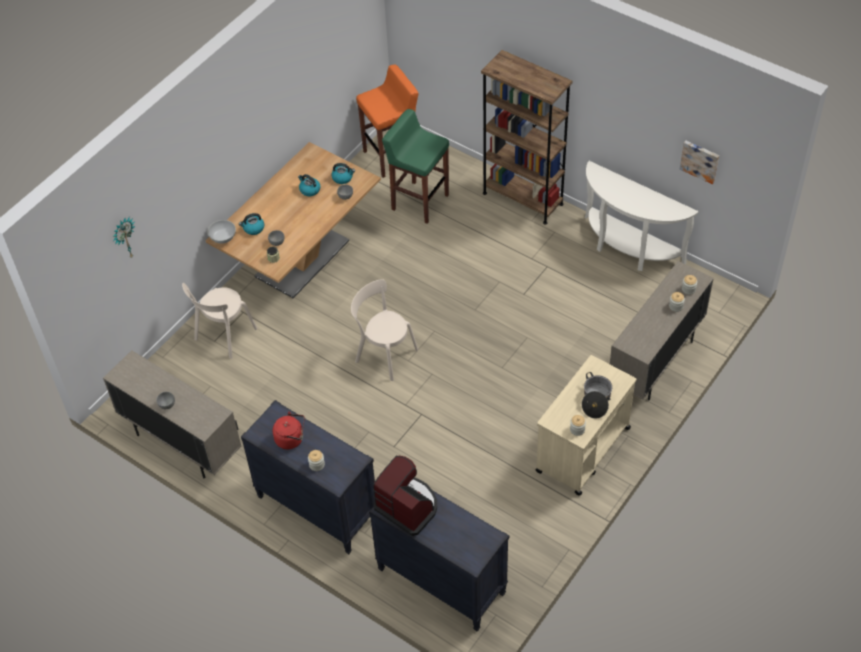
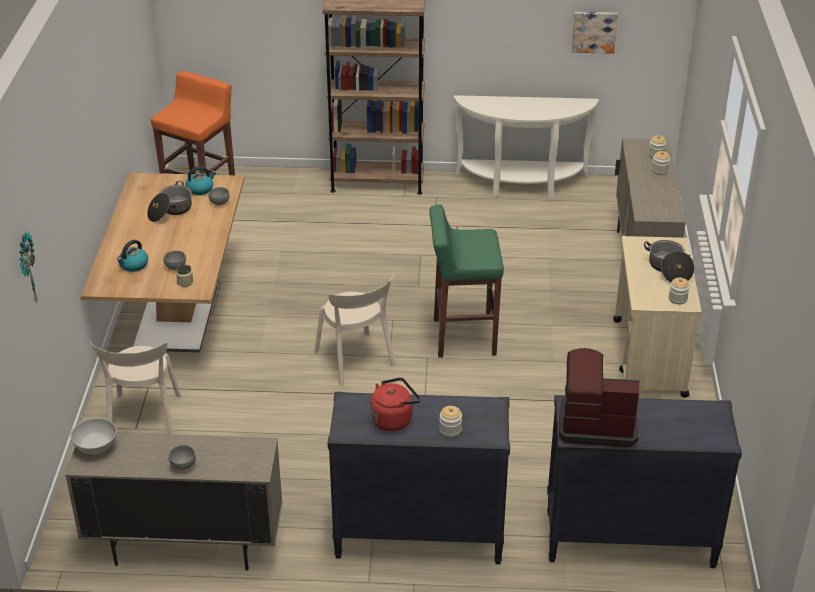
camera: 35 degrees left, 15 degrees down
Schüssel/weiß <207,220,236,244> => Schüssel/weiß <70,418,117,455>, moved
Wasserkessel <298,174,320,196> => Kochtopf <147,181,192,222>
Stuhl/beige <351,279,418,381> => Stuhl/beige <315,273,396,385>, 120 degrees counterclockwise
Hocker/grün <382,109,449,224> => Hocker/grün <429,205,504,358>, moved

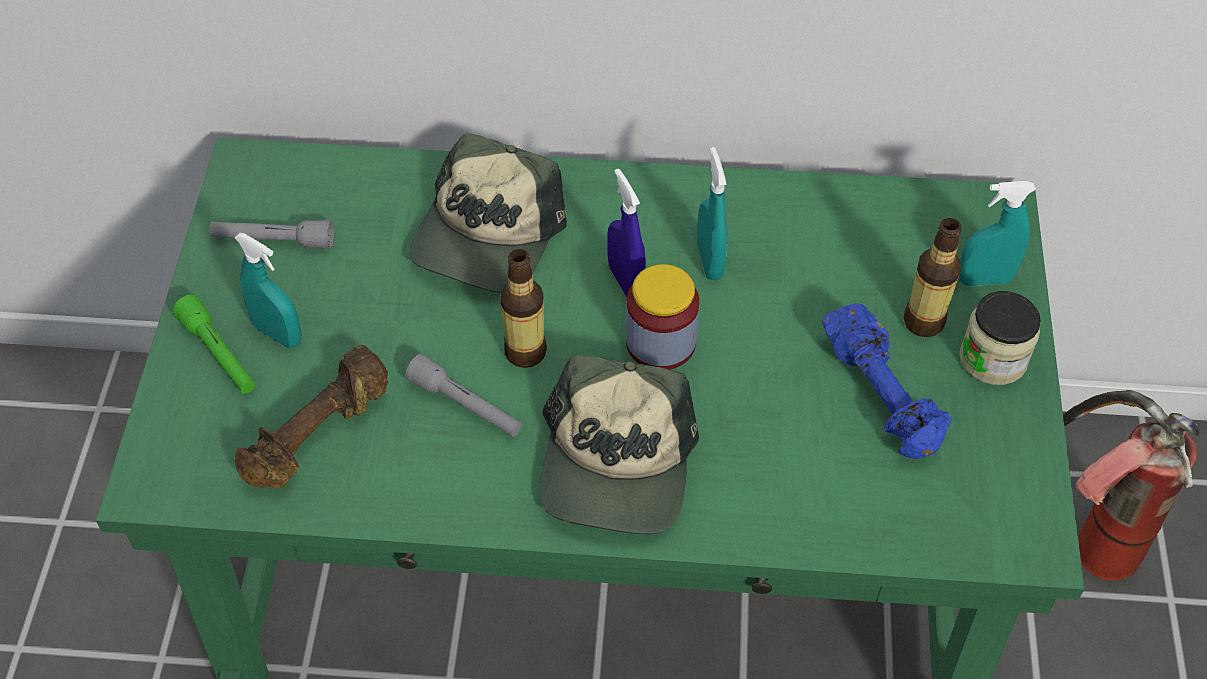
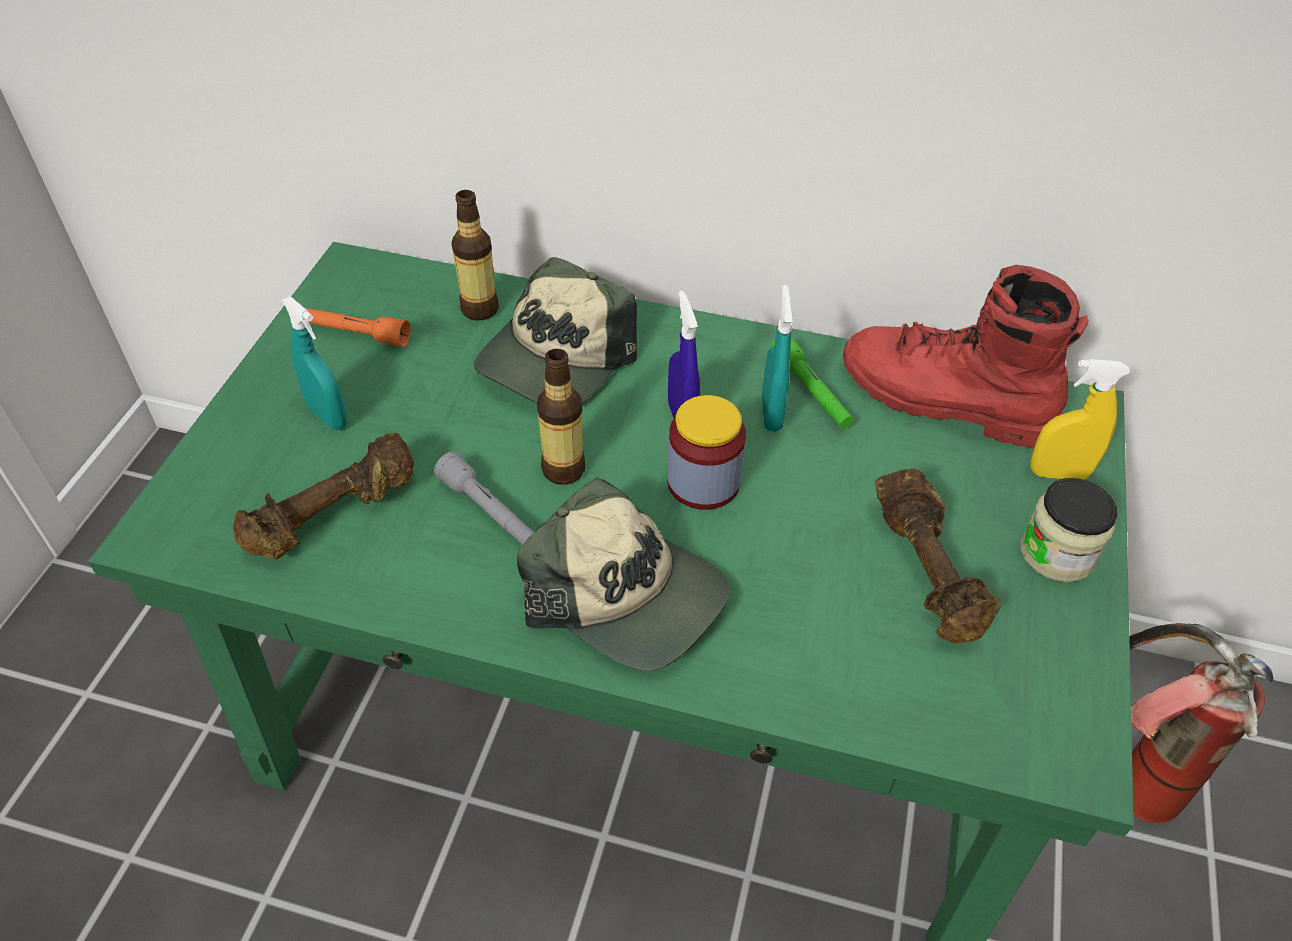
camera: 10 degrees right, 5 degrees down
Taschenlampe/grün <172,295,255,394> => Taschenlampe/grün <769,336,854,429>, moved
Taschenlampe/grau <209,220,334,249> => Taschenlampe/orange <305,308,411,348>
Kappe <540,355,699,535> => Kappe <517,477,731,671>, 75 degrees counterclockwise
Hantel/blau <822,303,952,459> => Hantel/braun <875,469,1002,644>
Flasche <903,218,962,337> => Flasche <452,190,499,320>, moved
Sprühflasche/türkis <959,181,1036,286> => Sprühflasche/gelb <1030,359,1130,480>
nothing => Stiefel/rot <843,265,1089,448>

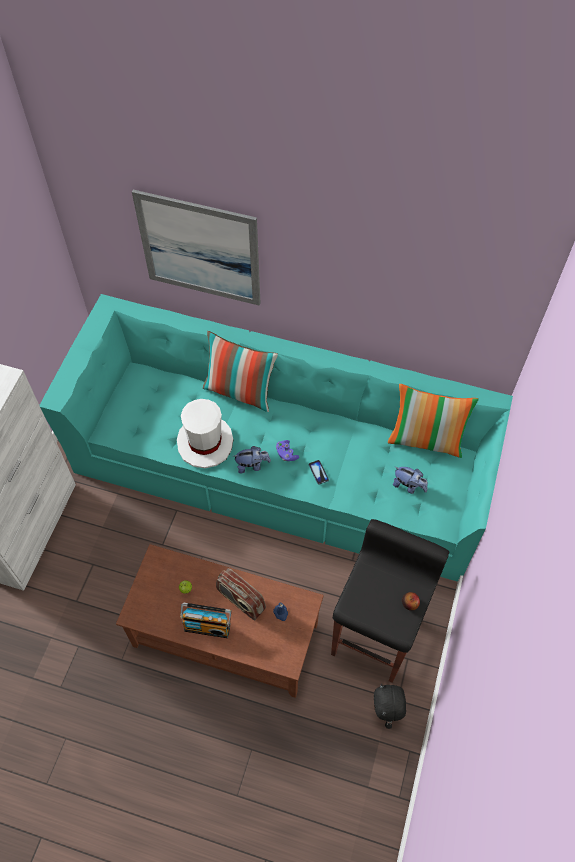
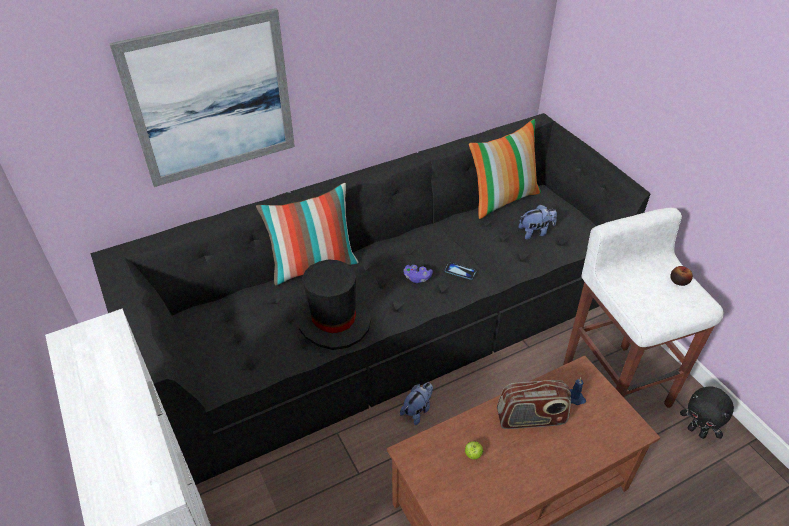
camera: 45 degrees left, 15 degrees down
Sofa/türkis <39,294,513,582> => Sofa/schwarz <90,113,650,485>
Hut/weiß <177,399,233,468> => Hut/schwarz <297,259,371,350>
Radio <180,603,231,638> => nothing
Plüschtier <233,446,271,474> => Plüschtier <400,382,433,425>, moved
Hocker/schwarz <331,519,449,683> => Hocker/weiß <563,208,724,408>

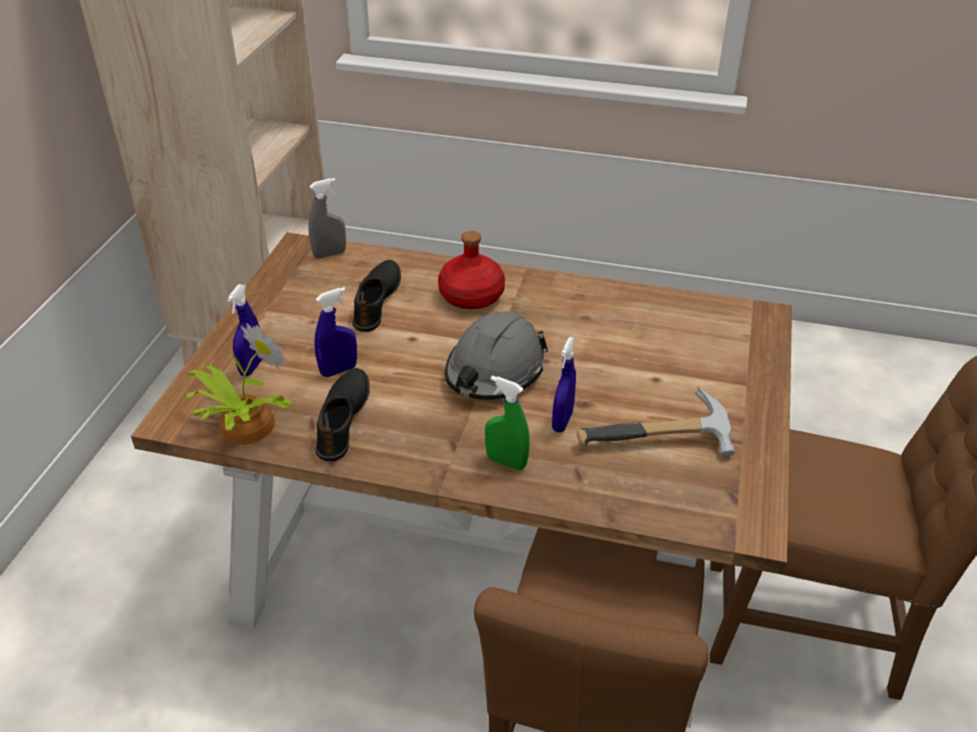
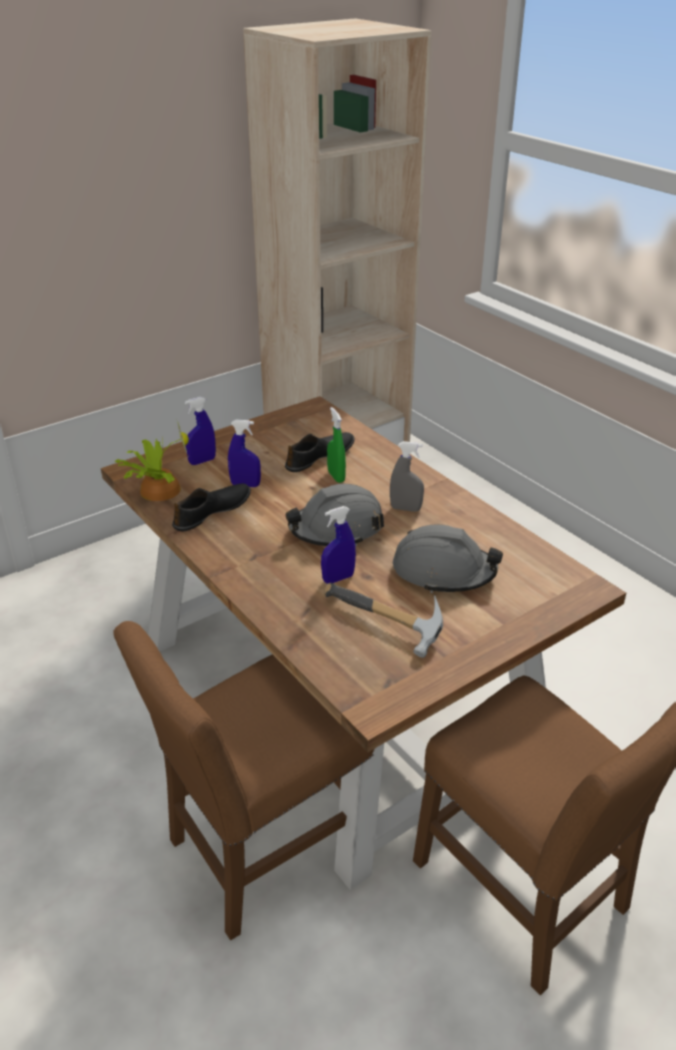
camera: 40 degrees right, 5 degrees down
Sprühflasche/grau <308,178,346,259> => Sprühflasche/grau <390,441,424,512>, moved
Flasche/rot <438,231,505,309> => nothing
Sprühflasche/grün <485,376,530,470> => Sprühflasche/grün <327,407,346,483>, moved
nothing => Schutzhelm/grau <393,525,503,593>

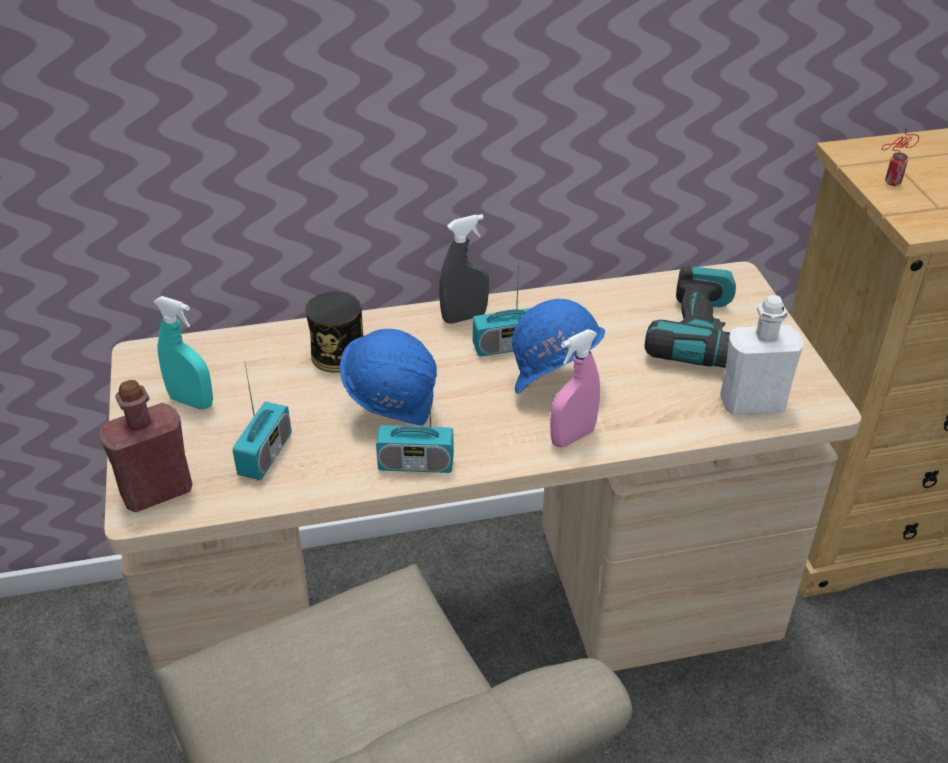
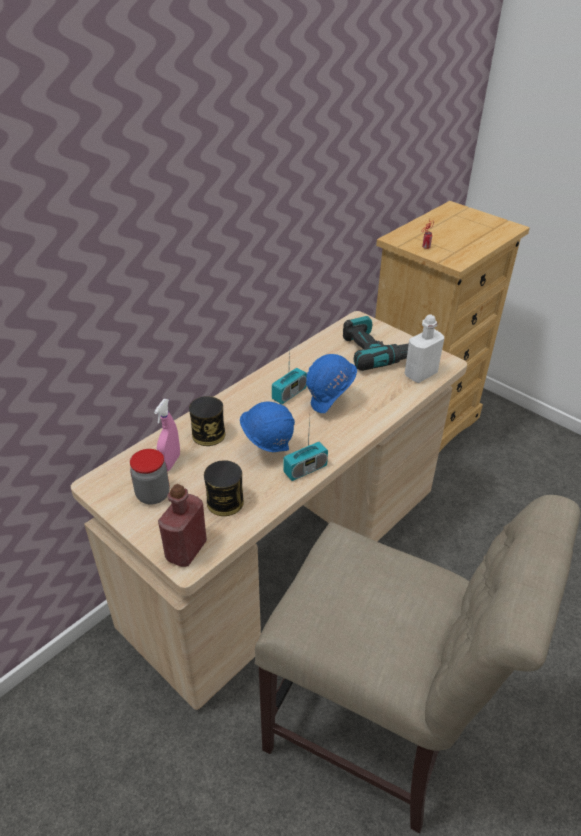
camera: 35 degrees left, 0 degrees up
Sprühflasche/türkis <154,296,213,410> => Vorratsglas <130,449,170,505>
Radio <233,359,292,480> => Dose <204,460,244,516>
Sprühflasche/grau <439,214,489,324> => nothing
Sprühflasche/rosa <550,329,600,447> => Sprühflasche/rosa <154,399,180,471>, moved

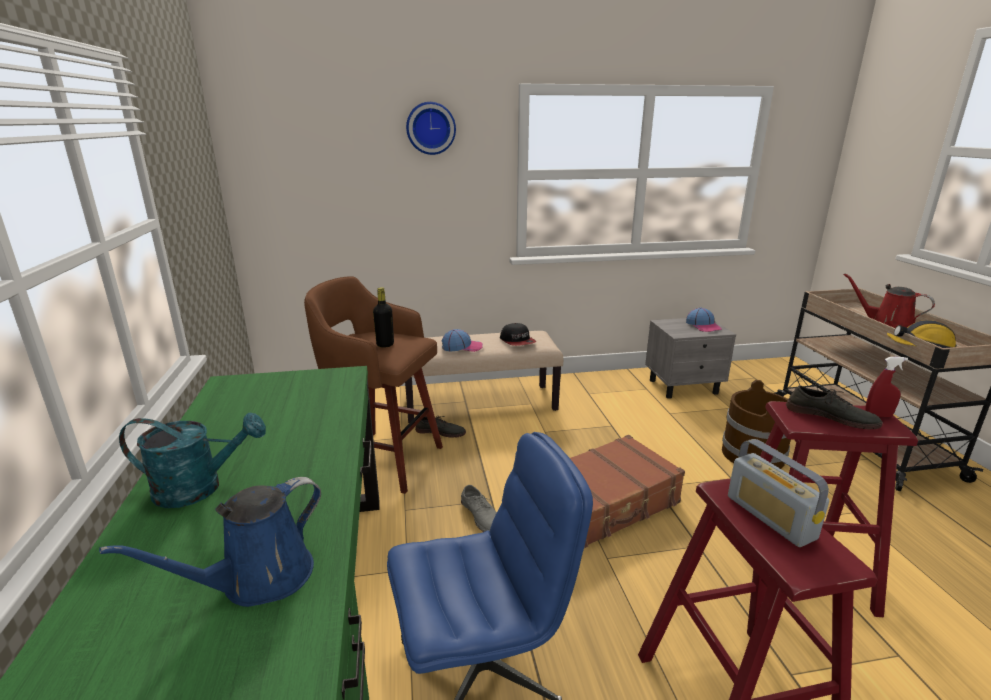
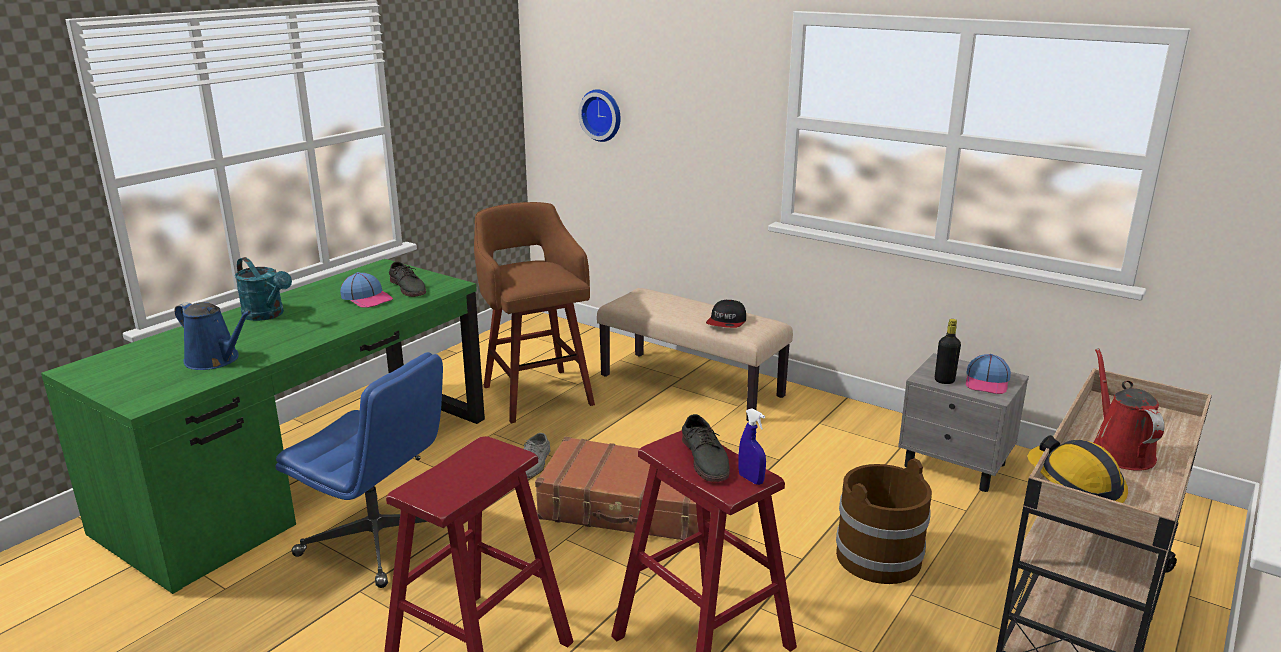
camera: 45 degrees right, 0 degrees up
Gießkanne/blau <99,477,321,607> => Gießkanne/blau <174,302,251,370>, 150 degrees counterclockwise
Flasche/schwarz <373,287,394,348> => Flasche/schwarz <935,319,961,384>, moved
Wanduhr <406,102,456,155> => Wanduhr <578,89,621,142>, moved
Schuh/grau <415,416,466,438> => Schuh/grau <389,261,426,297>, moved
Kappe <442,329,483,352> => Kappe <340,272,393,308>, moved
Radio <728,439,829,547> => nothing
Sprühflasche/rot <865,357,908,417> => Sprühflasche/blau <738,408,766,485>

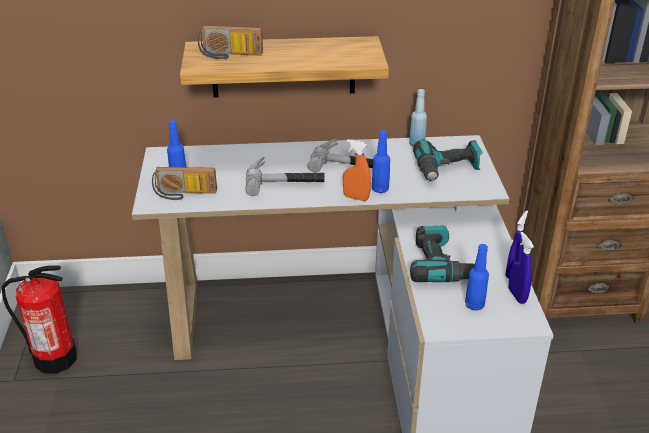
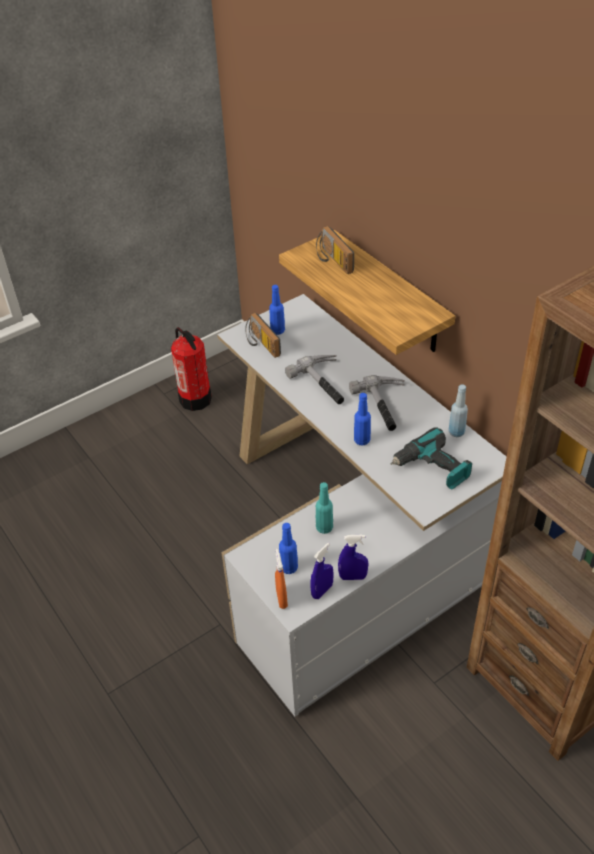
camera: 60 degrees right, 10 degrees up
Sprühflasche/orange <343,139,371,201> => Sprühflasche/orange <275,549,288,609>, moved
Bohrmaschine <410,226,475,282> => Flasche/türkis <316,482,333,534>

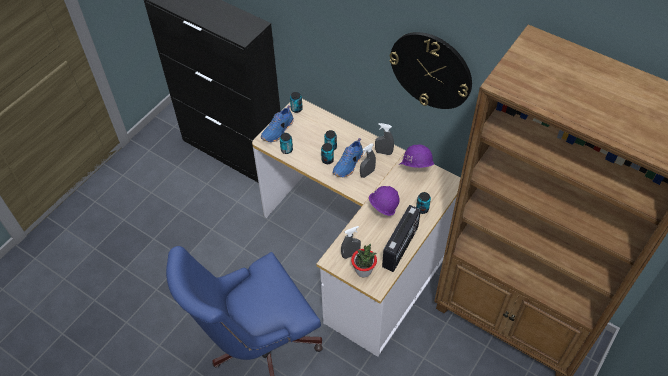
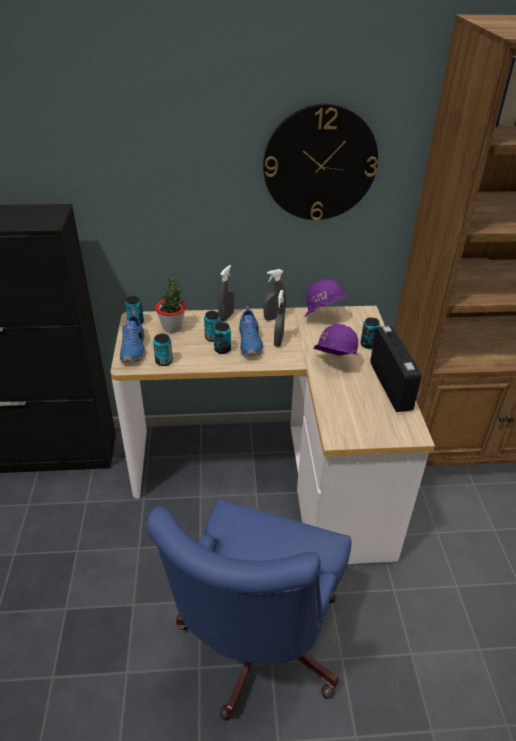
camera: 40 degrees left, 15 degrees down
Sprühflasche/grau <341,226,361,259> => Sprühflasche/grau <218,265,234,322>, moved
Topfpflanze <351,244,377,278> => Topfpflanze <155,277,186,333>, moved

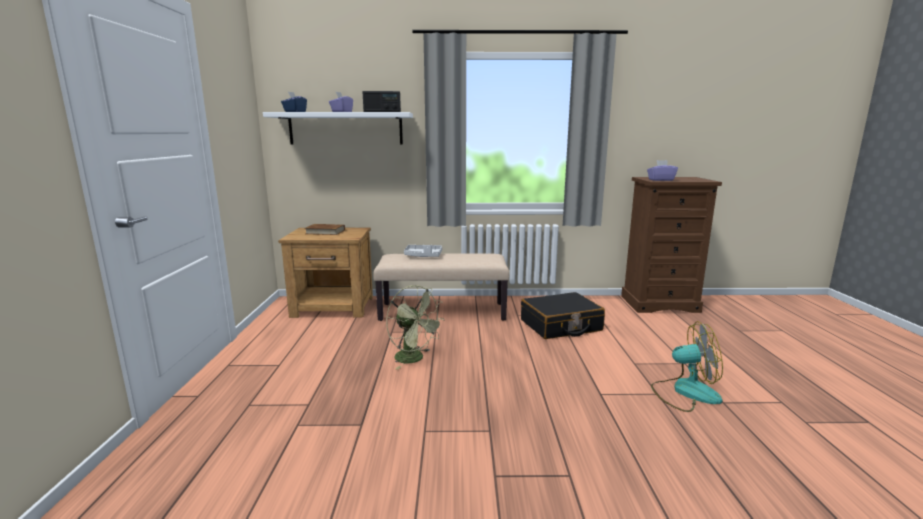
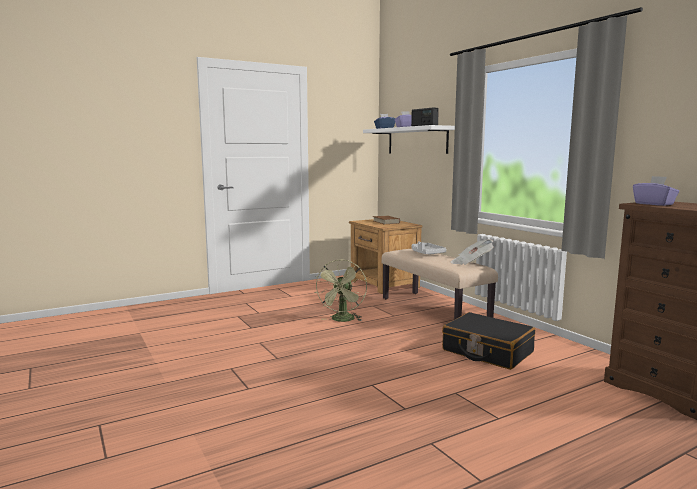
camera: 60 degrees right, 5 degrees down
Ventilator <651,321,723,412> => nothing
nothing => Zeitung <450,239,494,265>

